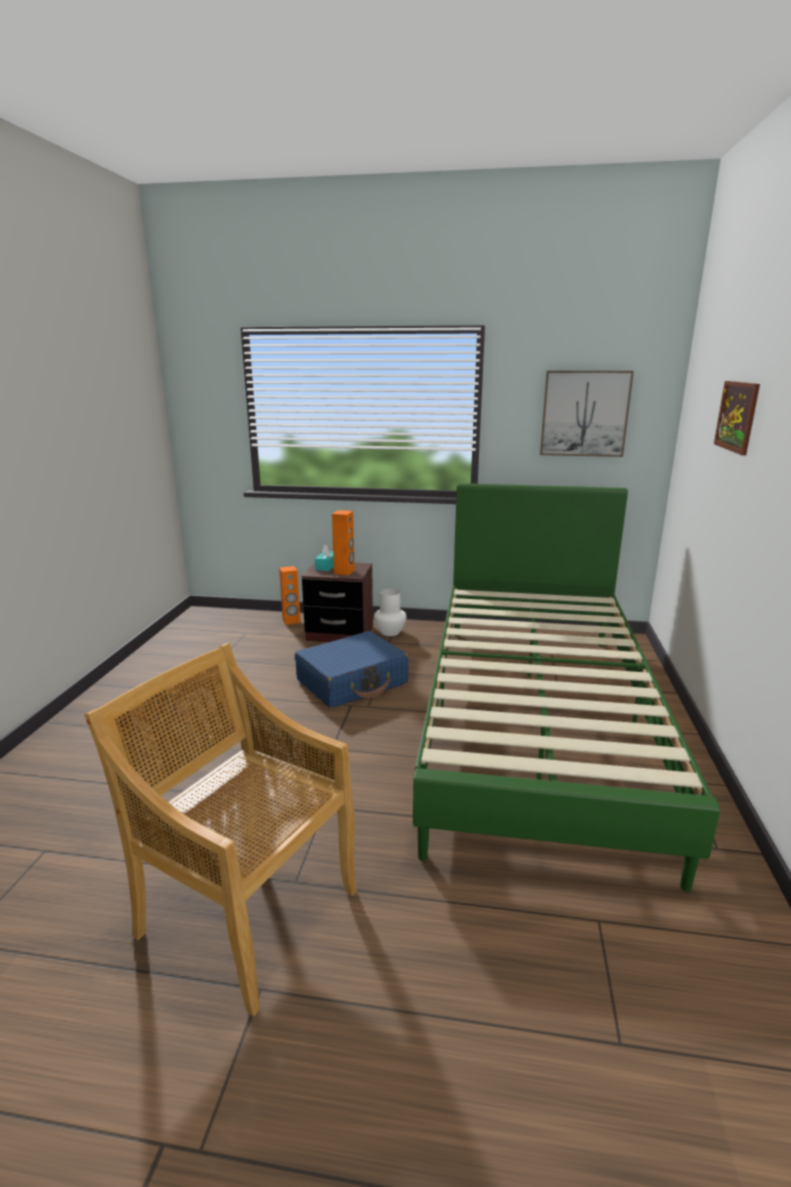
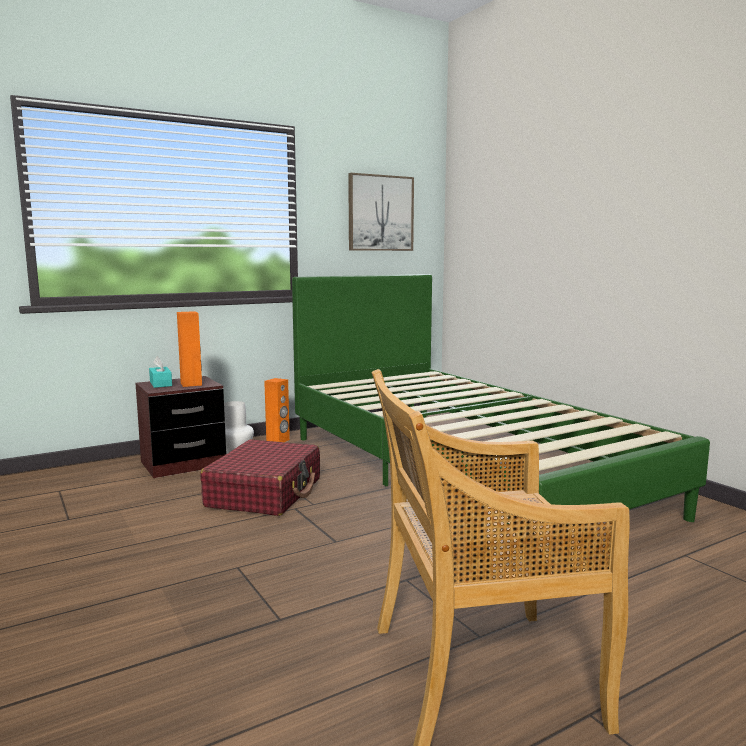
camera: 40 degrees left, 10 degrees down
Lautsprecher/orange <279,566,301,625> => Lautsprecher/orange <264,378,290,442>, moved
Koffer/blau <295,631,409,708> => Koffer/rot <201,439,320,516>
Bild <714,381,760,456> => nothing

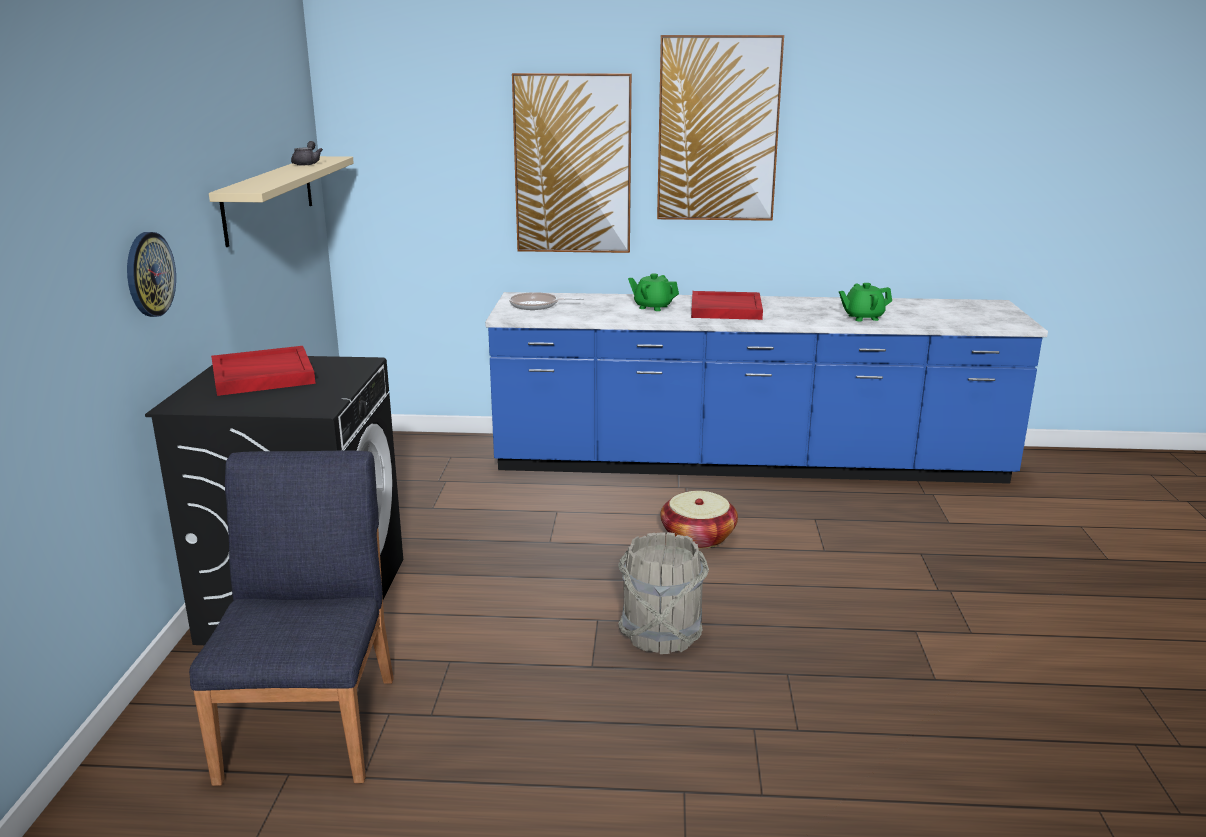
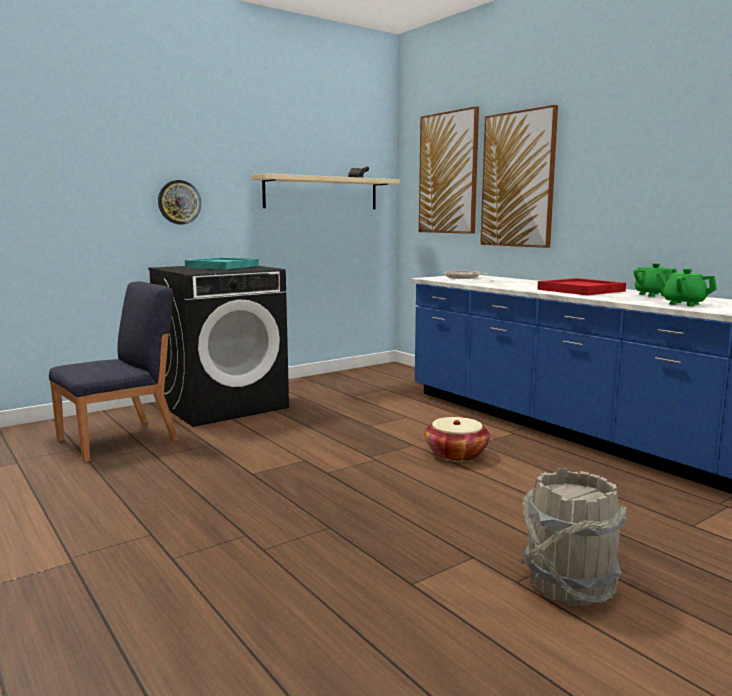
camera: 50 degrees right, 10 degrees down
Tablett/rot <211,346,316,396> => Tablett/türkis <185,257,259,270>
Eimer/grau <618,532,709,654> => Eimer/grau <521,469,627,606>, moved
Teekanne/grün <628,273,679,311> => Teekanne/grün <634,263,677,297>, moved
Bild <657,35,784,221> => Bild <419,106,479,234>, moved

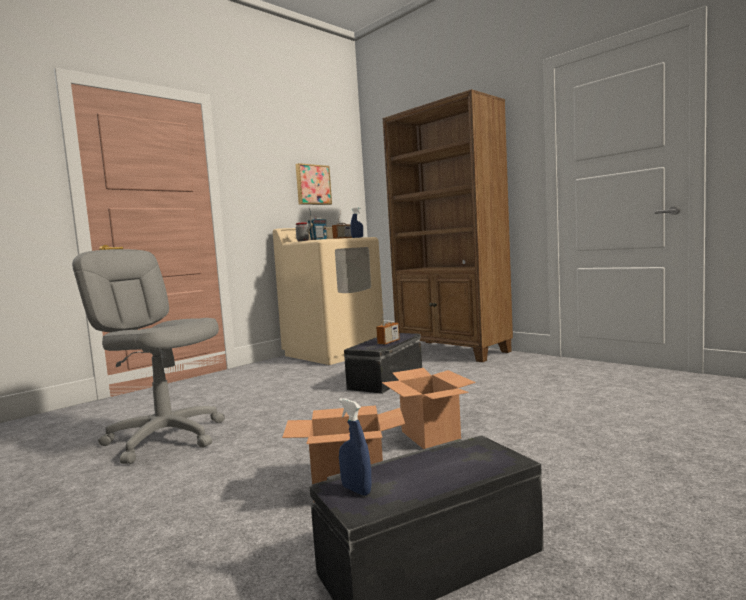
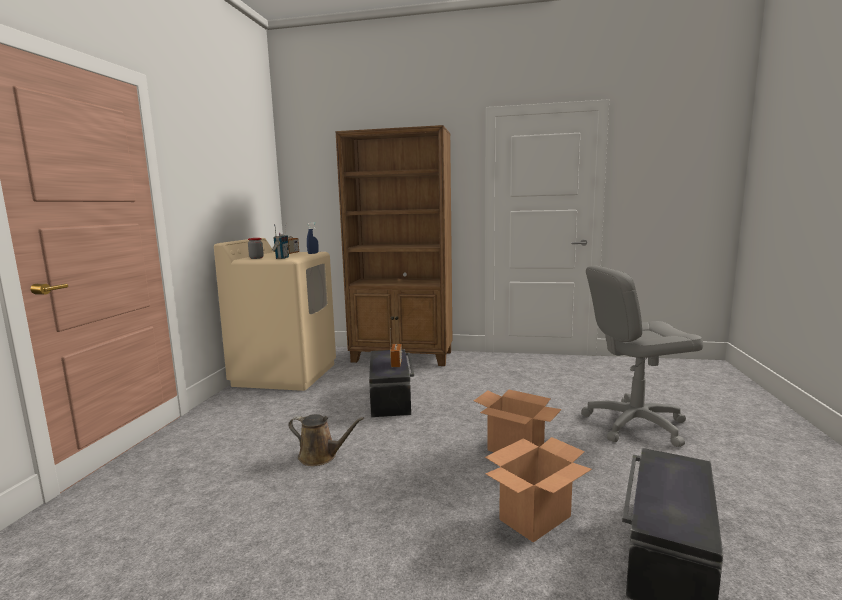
camera: 35 degrees left, 5 degrees up
Bürostuhl/grau <72,249,225,464> => Bürostuhl/grau <581,266,703,447>, moved
Bild <296,163,332,205> => nothing
Sprühflasche/blau <339,398,372,496> => nothing
nothing => Gießkanne/braun <288,414,364,466>

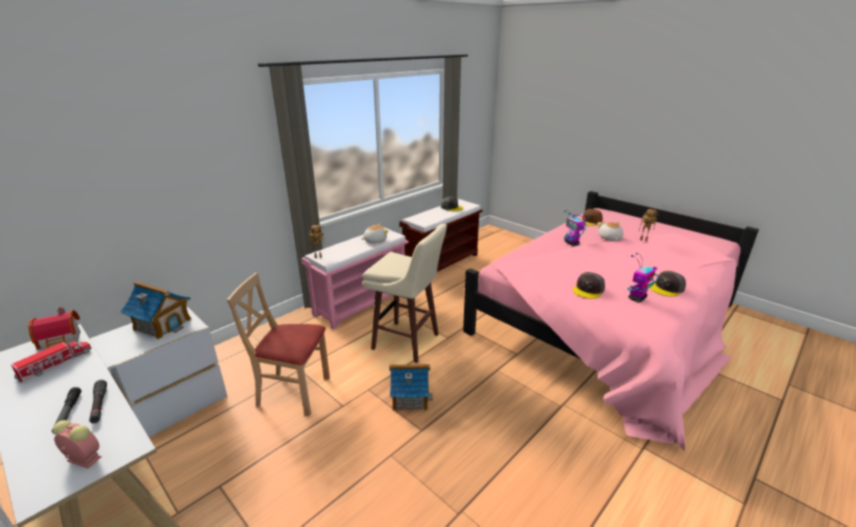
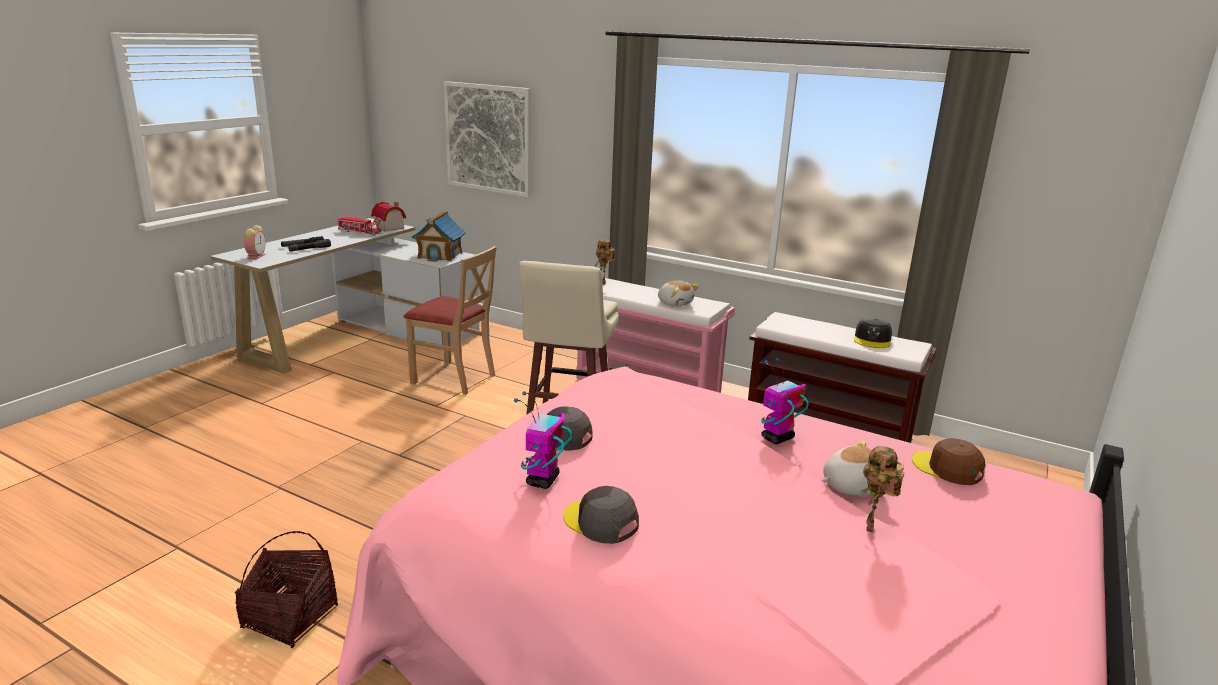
camera: 75 degrees right, 5 degrees down
Stuhl/beige <227,273,330,416> => Stuhl/beige <403,246,496,395>, 120 degrees clockwise
Spielzeughaus <389,364,433,411> => nothing
Spielzeugroboter <627,253,659,303> => Spielzeugroboter <514,391,572,489>, 105 degrees counterclockwise
nothing => Korb <235,531,338,648>
nothing => Bild <444,81,531,197>

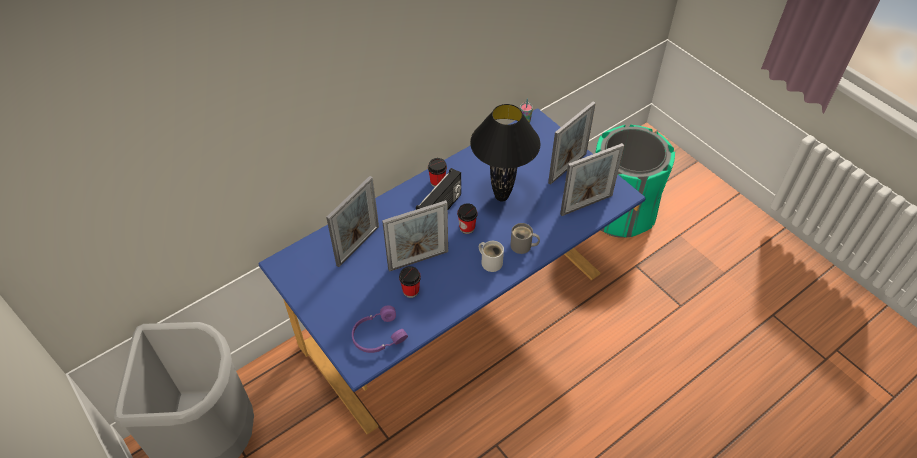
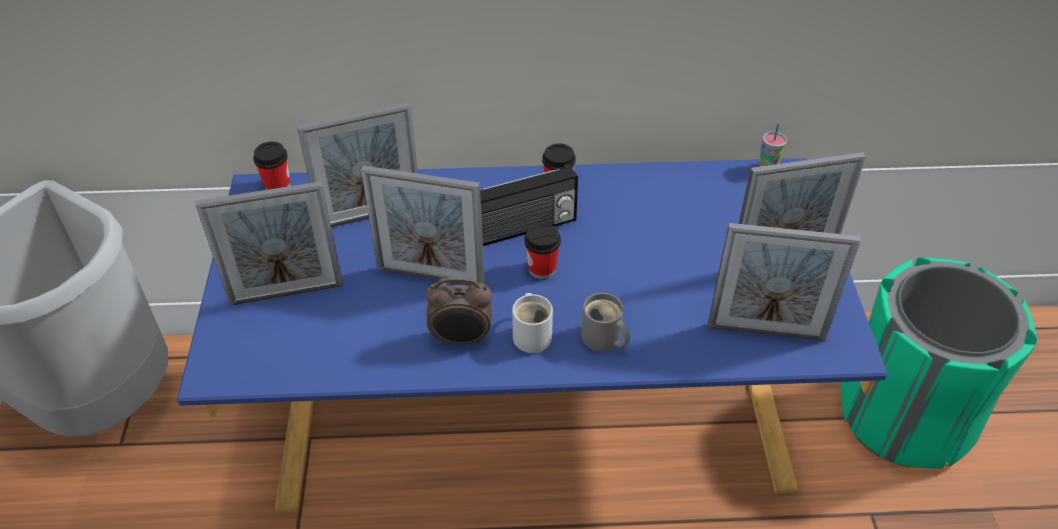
camera: 35 degrees right, 5 degrees down
Kopfhörer/lila <352,305,408,353> => nothing
Tasse <399,266,421,298> => Tasse <253,142,291,190>, moved
Tischlampe/schwarz <470,104,540,202> => nothing
nothing => Bilderrahmen <196,181,343,306>
nothing => Wecker <426,277,492,345>

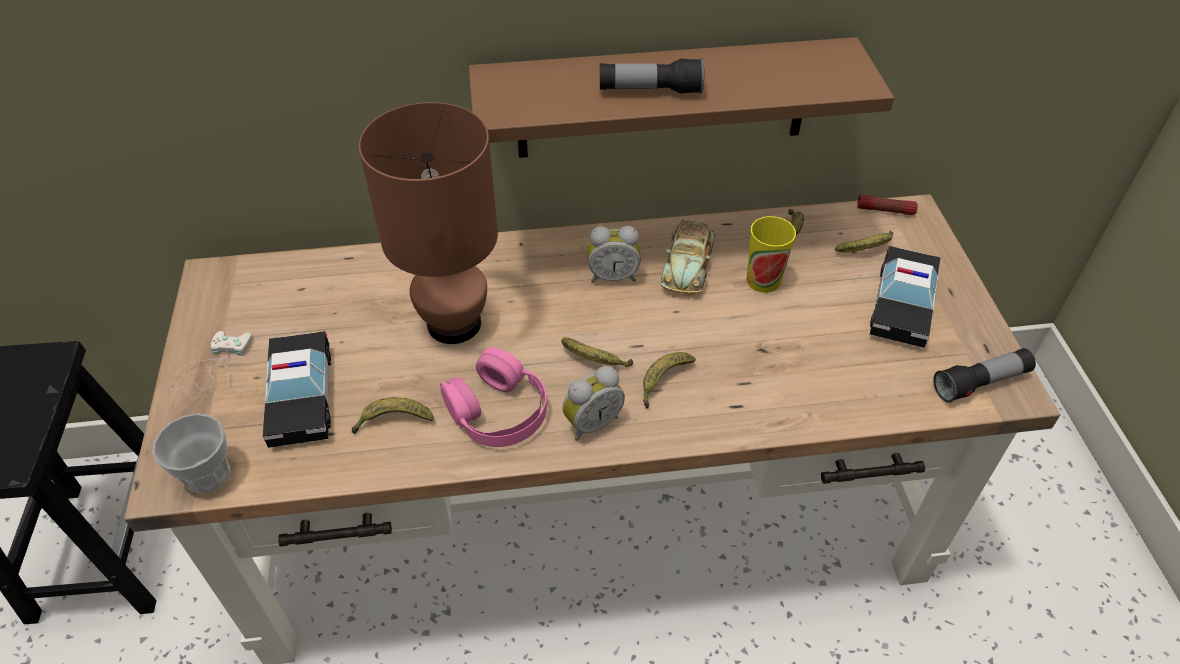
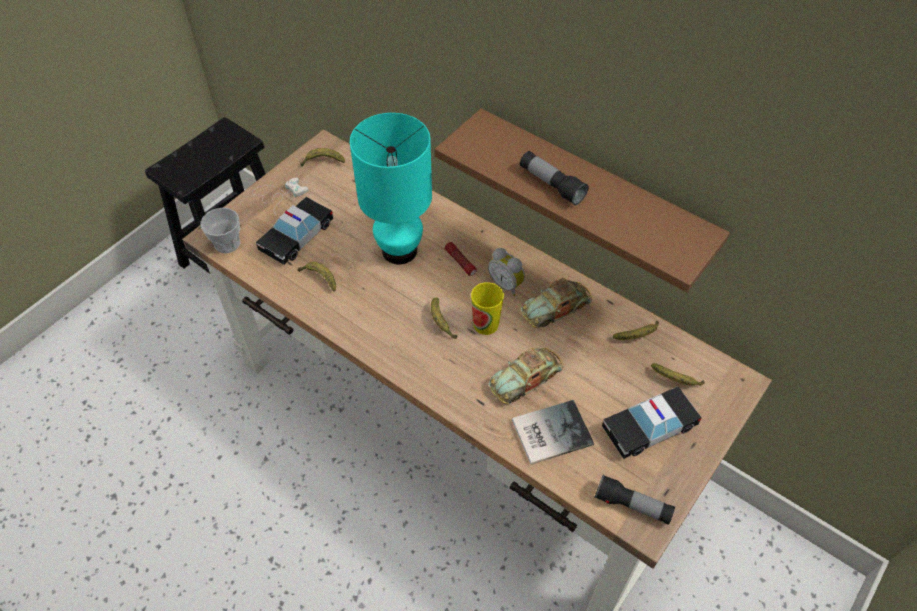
camera: 45 degrees right, 5 degrees up
Tischlampe/braun <359,102,498,344> => Tischlampe/türkis <350,113,432,264>
Kopfhörer/rosa <440,347,547,447> => nothing
Wecker <563,366,625,441> => nothing
Banane <643,352,696,409> => Banane <300,148,345,166>, moved
Tasse <746,216,796,293> => Tasse <471,282,504,335>, moved
Taschenlampe <857,195,918,215> => Taschenlampe <445,242,477,276>, moved
nothing => Spielzeugauto <488,348,563,404>
nothing => Buch <512,400,594,464>

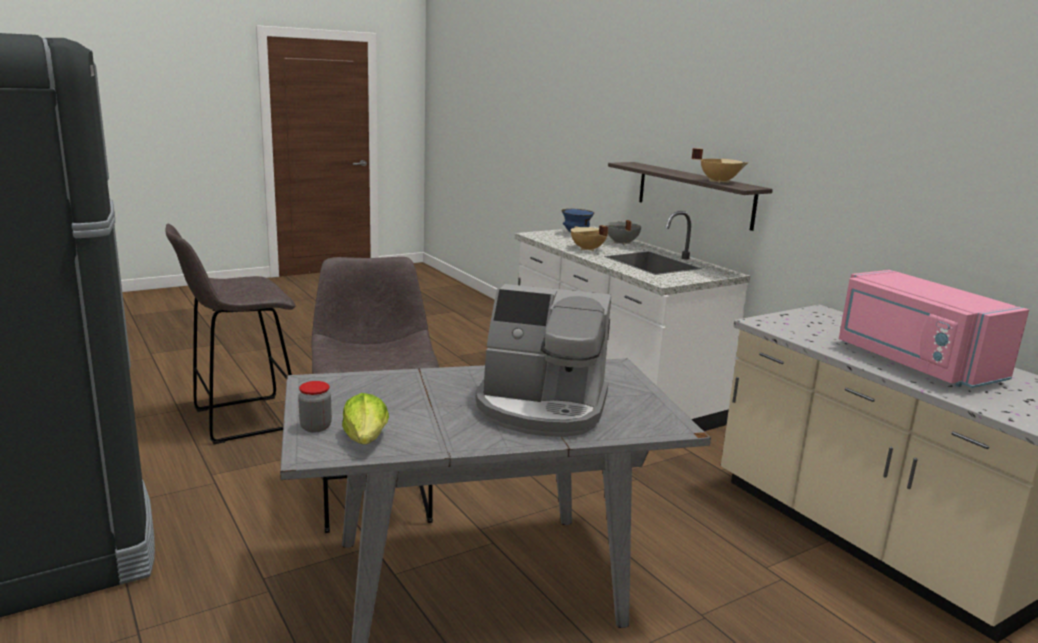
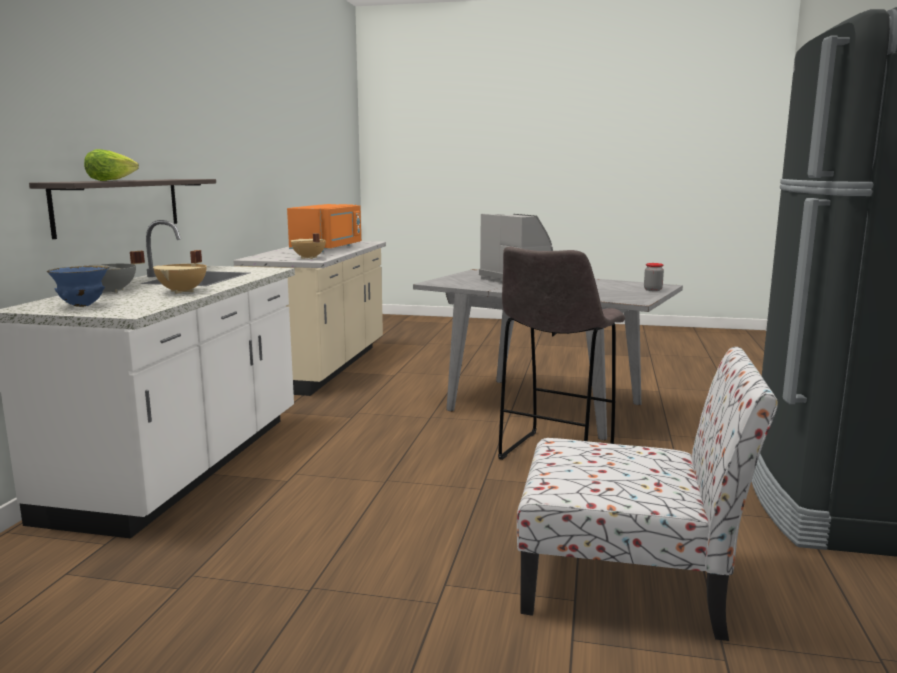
camera: 135 degrees left, 5 degrees down
Hocker/grau <166,224,296,444> => Stuhl <517,347,778,641>
Salatkopf <342,393,389,444> => Salatkopf <84,149,139,181>, moved
Kochtopf/beige <692,148,748,183> => Kochtopf/beige <291,233,326,259>, moved
Mikrowelle/rosa <839,270,1029,388> => Mikrowelle/orange <287,204,361,252>

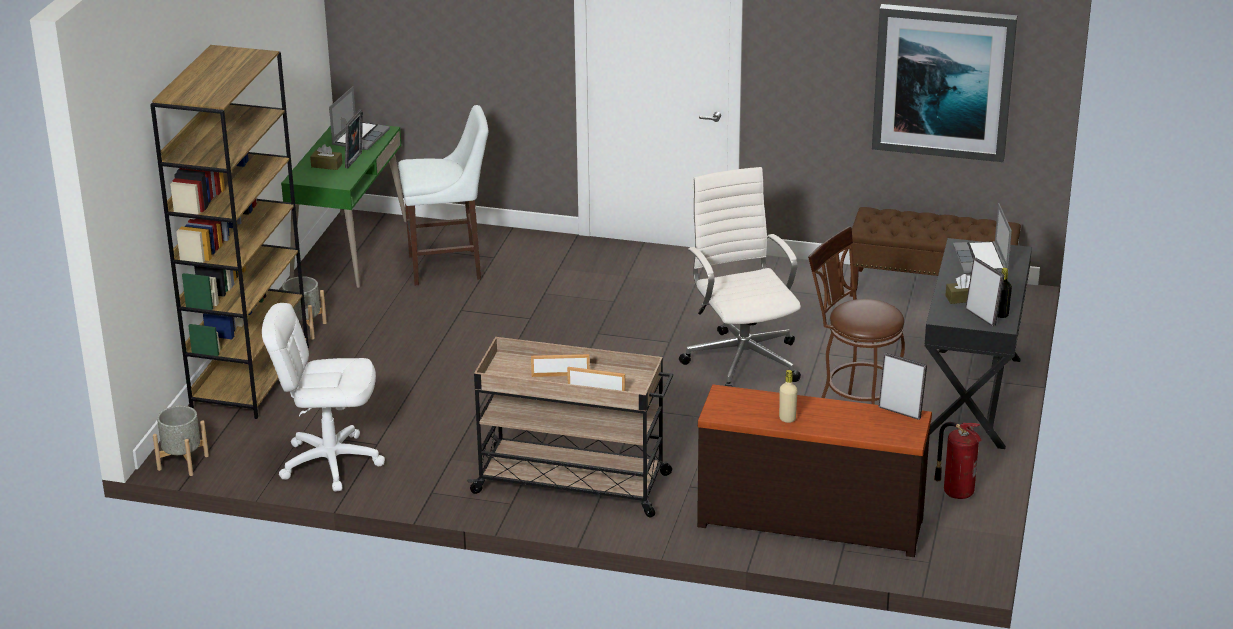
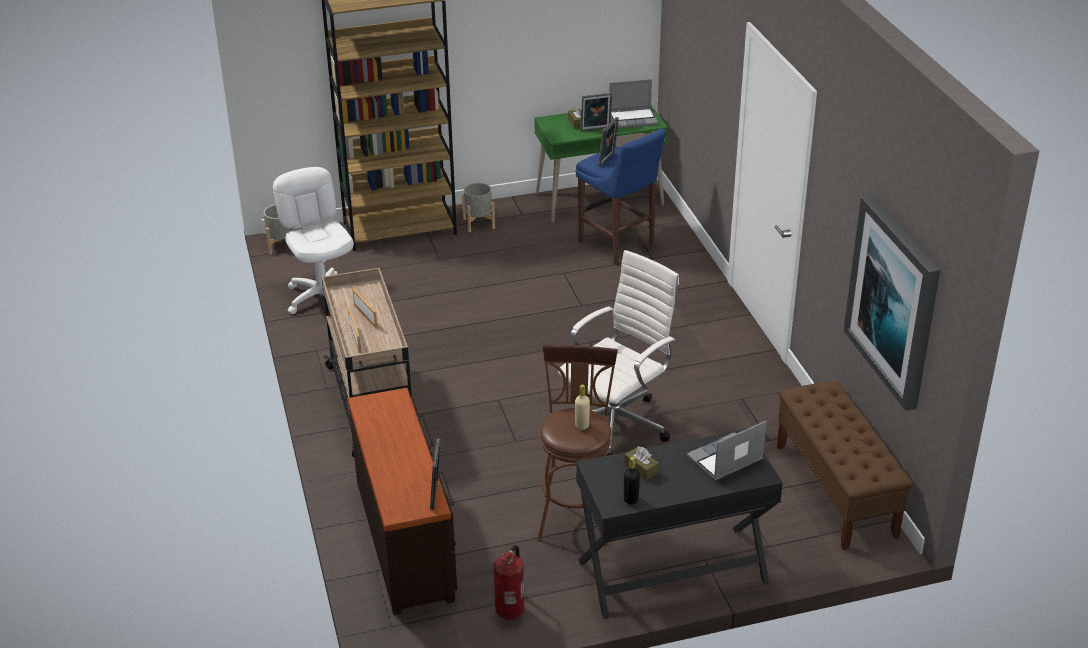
camera: 60 degrees right, 5 degrees up
Hocker/weiß <398,105,488,285> => Hocker/blau <576,128,666,265>
Flasche/beige <779,370,798,423> => Flasche/beige <575,384,590,430>, moved
Bilderrahmen <965,258,1005,326> => Bilderrahmen <598,117,619,167>, moved

